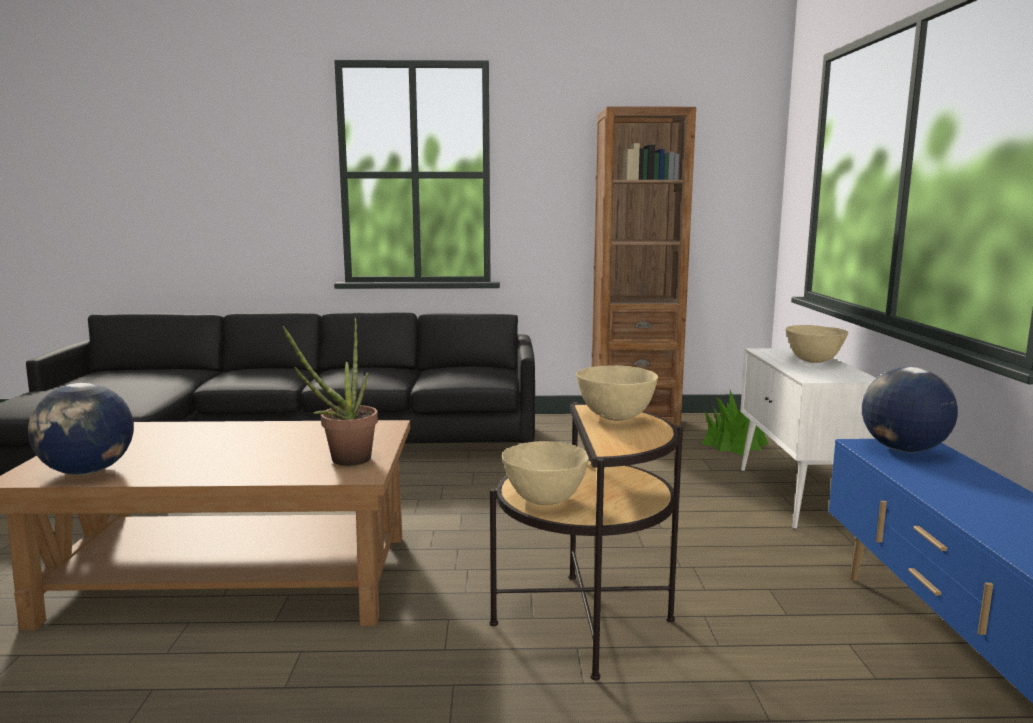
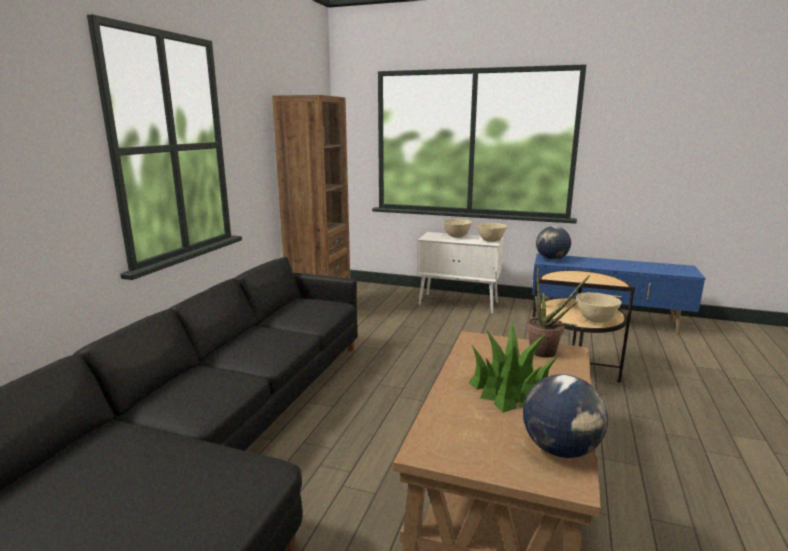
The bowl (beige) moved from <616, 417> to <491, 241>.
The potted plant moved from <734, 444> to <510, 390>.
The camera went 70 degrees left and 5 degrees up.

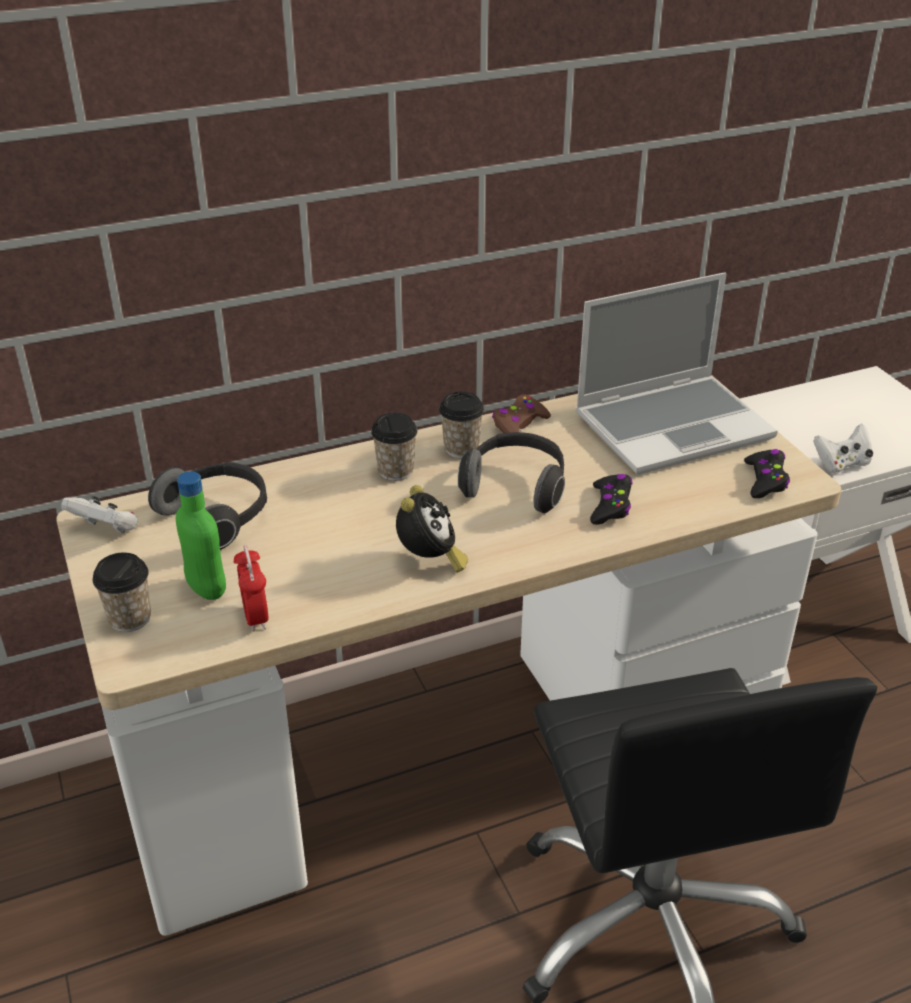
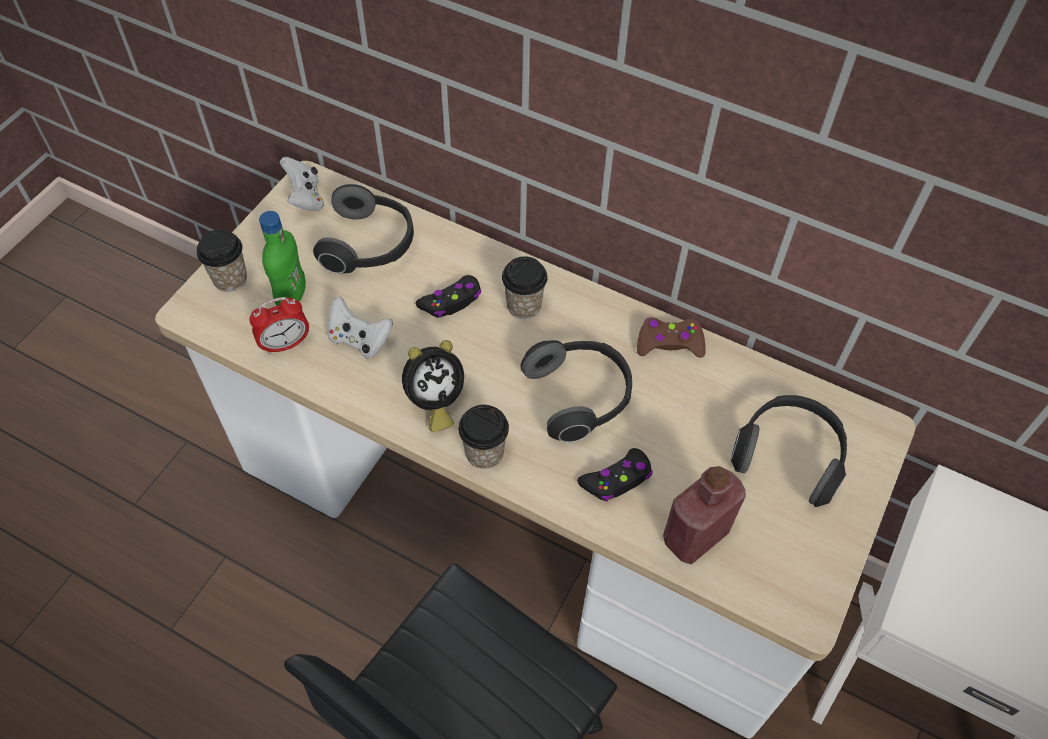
The table clock at <255, 617> turned 150 degrees counterclockwise.
The drinking cup moved from <461, 449> to <484, 453>.
The portable computer at <673, 425> was replaced by the headphones at <788, 456>.
The gamepad (blackish) moved from <765, 480> to <451, 302>.
The gamepad (white-coloured) moved from <841, 464> to <359, 340>.
The bottle (reddish) at <695, 536> appeared.
The camera went 50 degrees right and 20 degrees up.

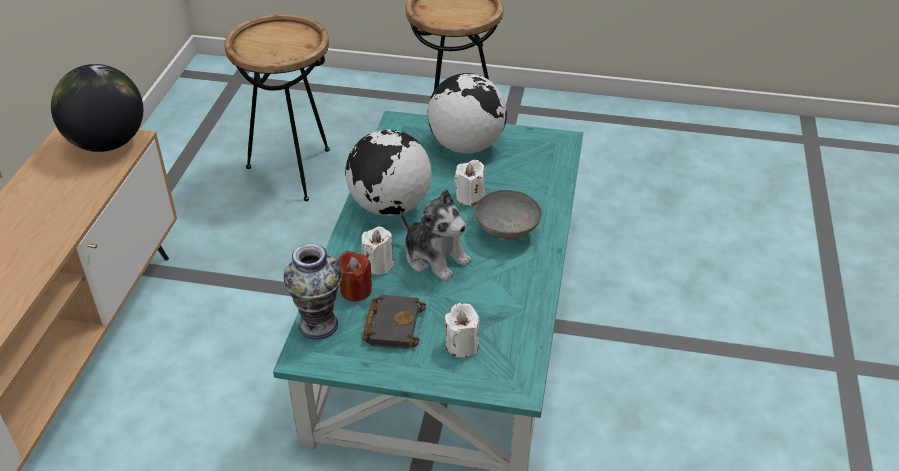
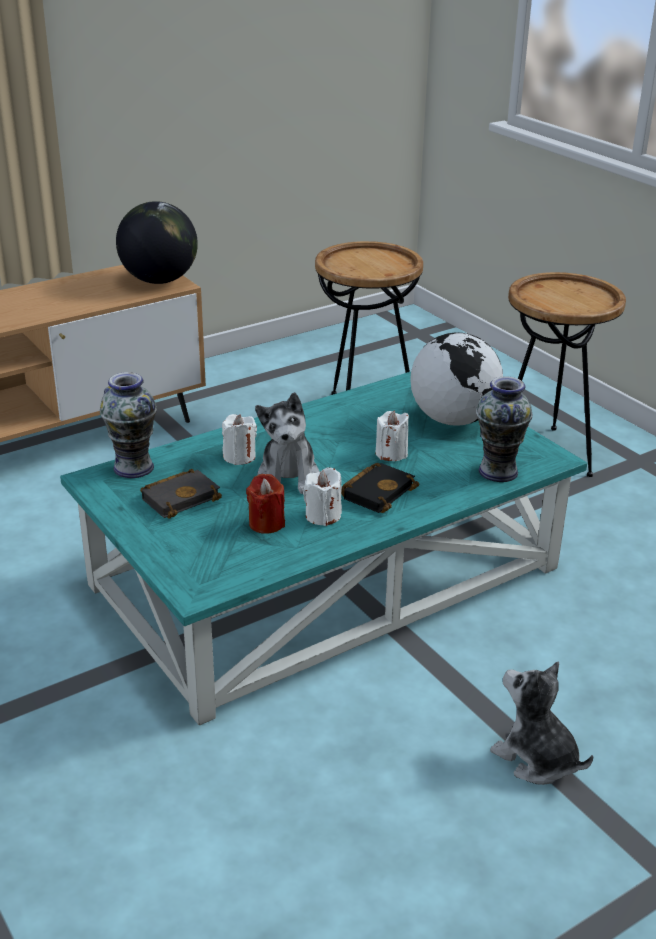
The wax light (reddish) moved from <356, 290> to <266, 523>.
The world globe at <389, 206> disappeared.
The wax light (white-coloured) moved from <462, 345> to <323, 516>.
The bowl (gray) at <505, 231> was replaced by the volume (blackish) at <377, 491>.
The vase at <499, 471> appeared.
The cuddly toy at <536, 759> appeared.
The camera went 45 degrees right and 10 degrees down.

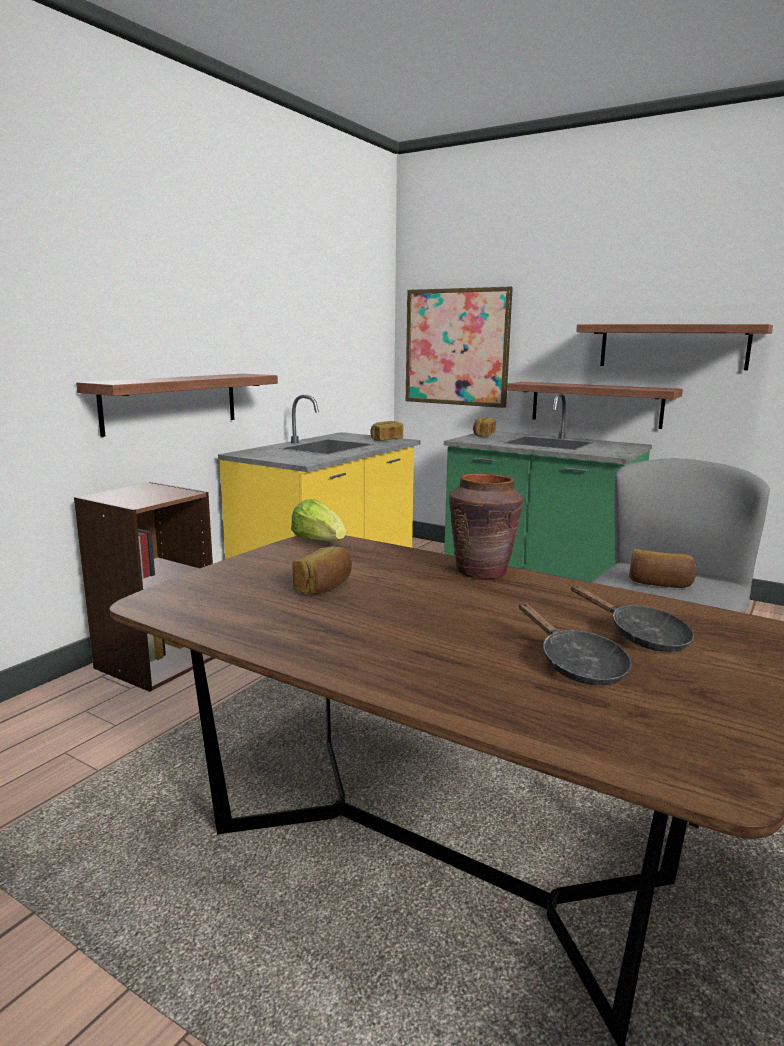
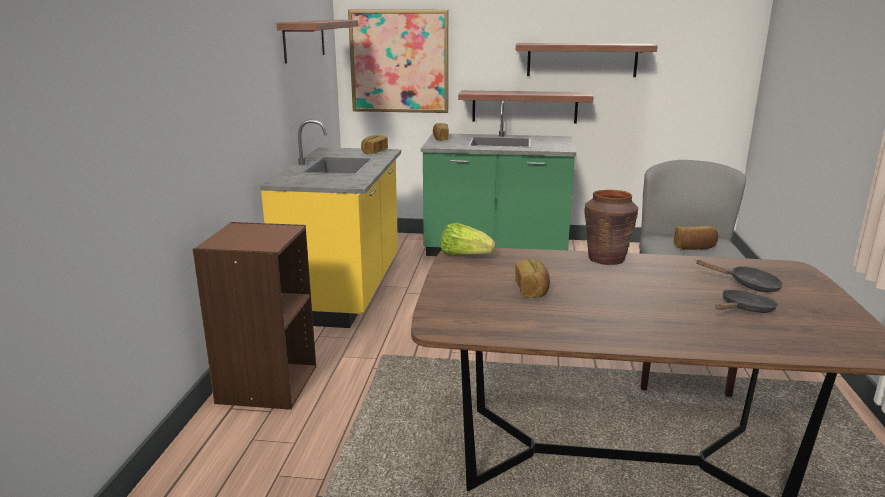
The wall shelf moved from <171, 402> to <304, 40>.
The pan (blackish) at <576, 665> turned 75 degrees counterclockwise.
The camera went 25 degrees left and 5 degrees up.

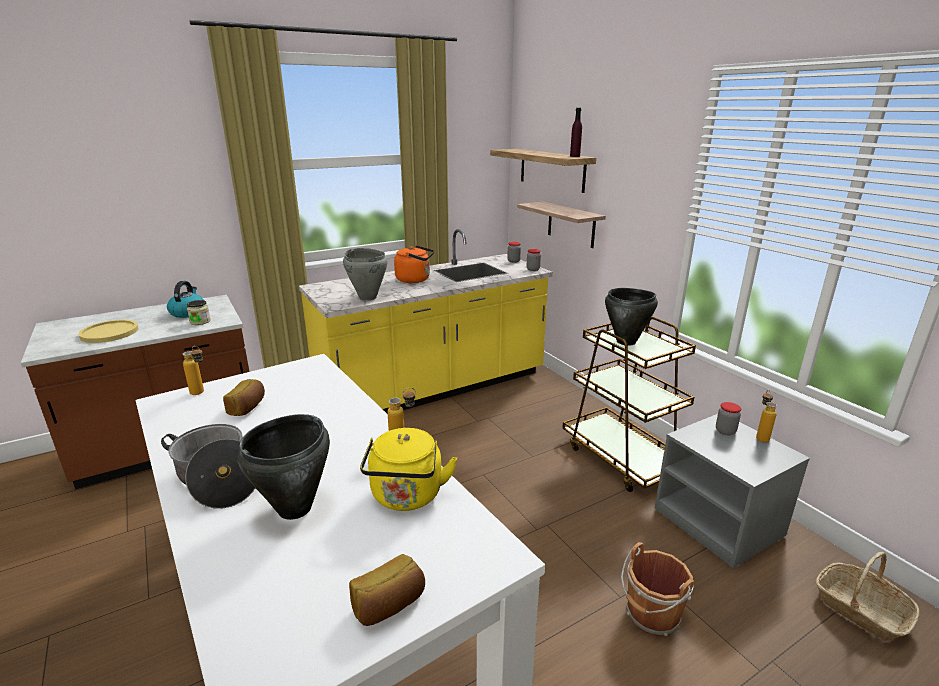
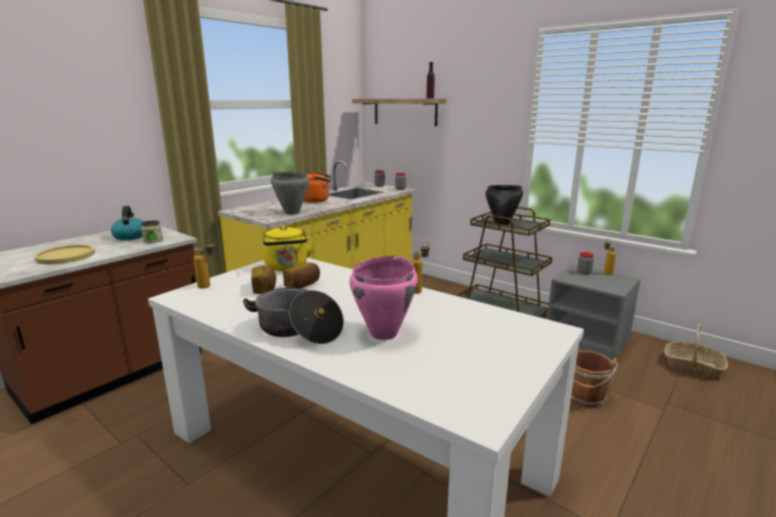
The stockpot (blackish) at <295, 508> became the stockpot (pinkish) at <384, 333>.
The bread moved from <389, 605> to <303, 285>.
The kettle (yellow) moved from <407, 497> to <287, 267>.
The wall shelf at <571, 224> disappeared.
The camera went 20 degrees left and 5 degrees down.

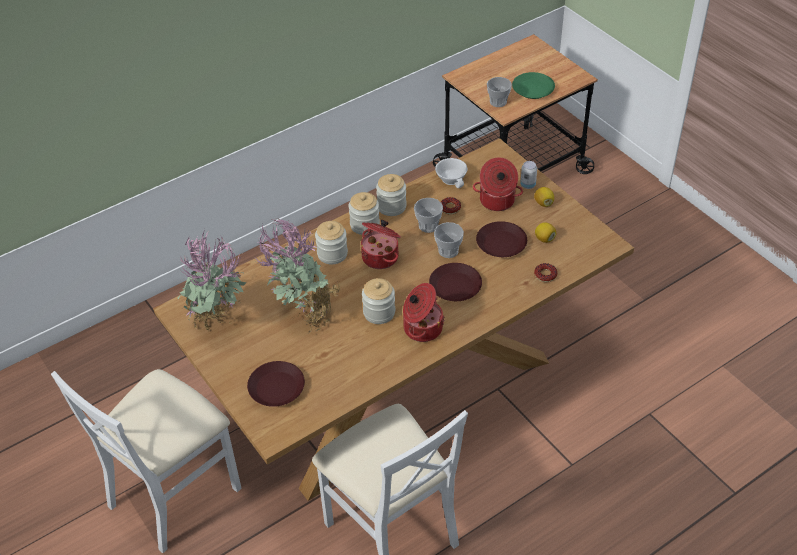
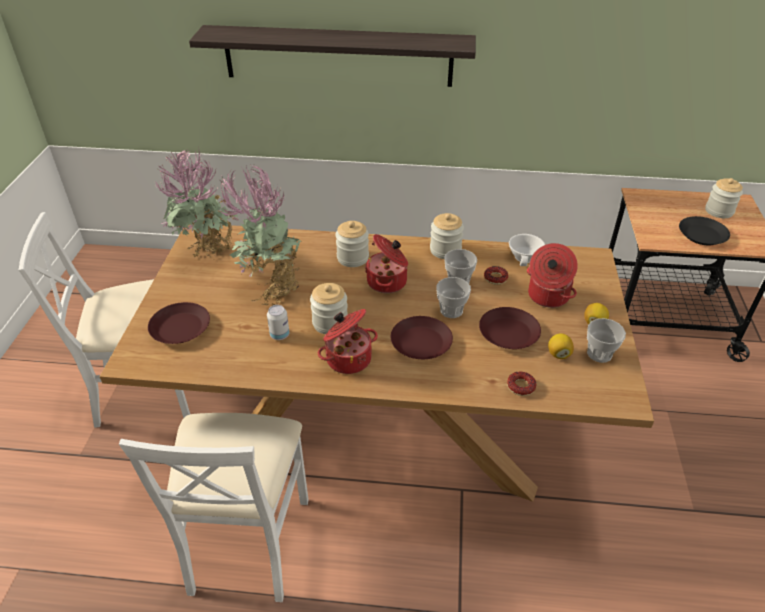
The jar moved from <364, 225> to <719, 211>.
The drinking cup moved from <498, 102> to <599, 353>.
The flat dish (greenish) at <533, 89> became the flat dish (blackish) at <702, 235>.
The metal can moved from <527, 185> to <279, 335>.
The wall shelf at <338, 56> appeared.
The camera went 40 degrees right and 5 degrees down.

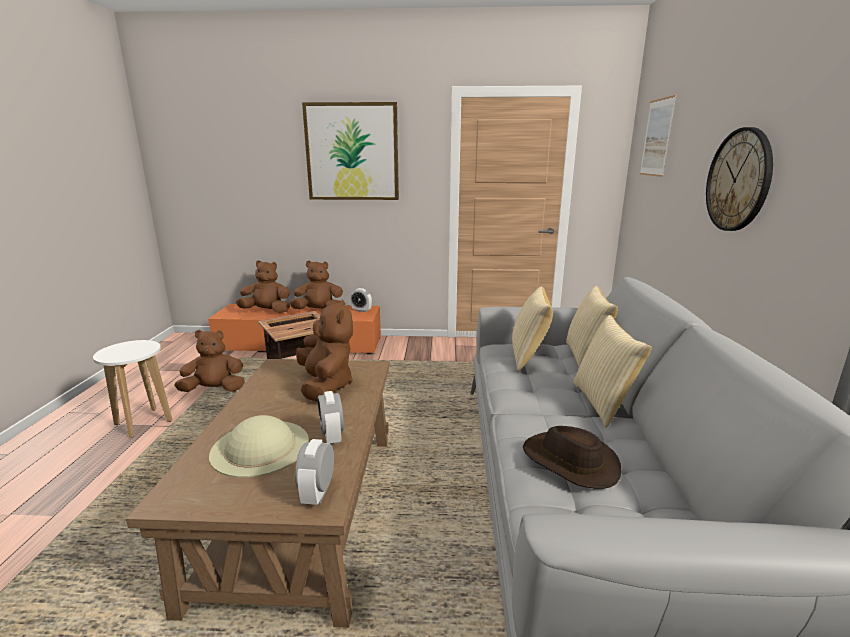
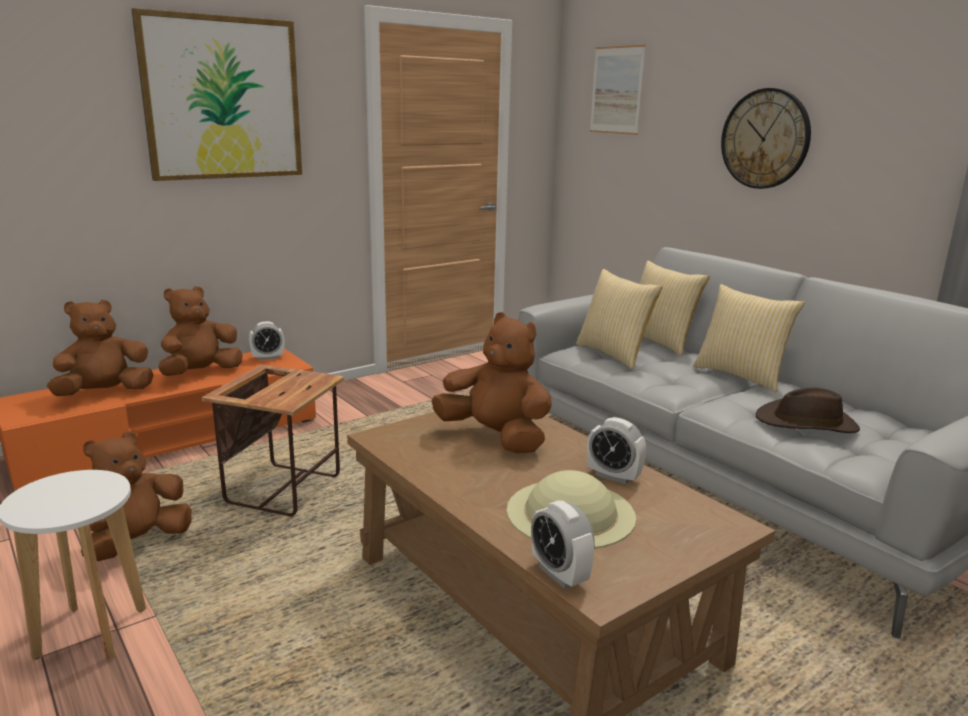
The table clock moved from <317, 493> to <559, 574>.
The camera went 40 degrees left and 0 degrees up.

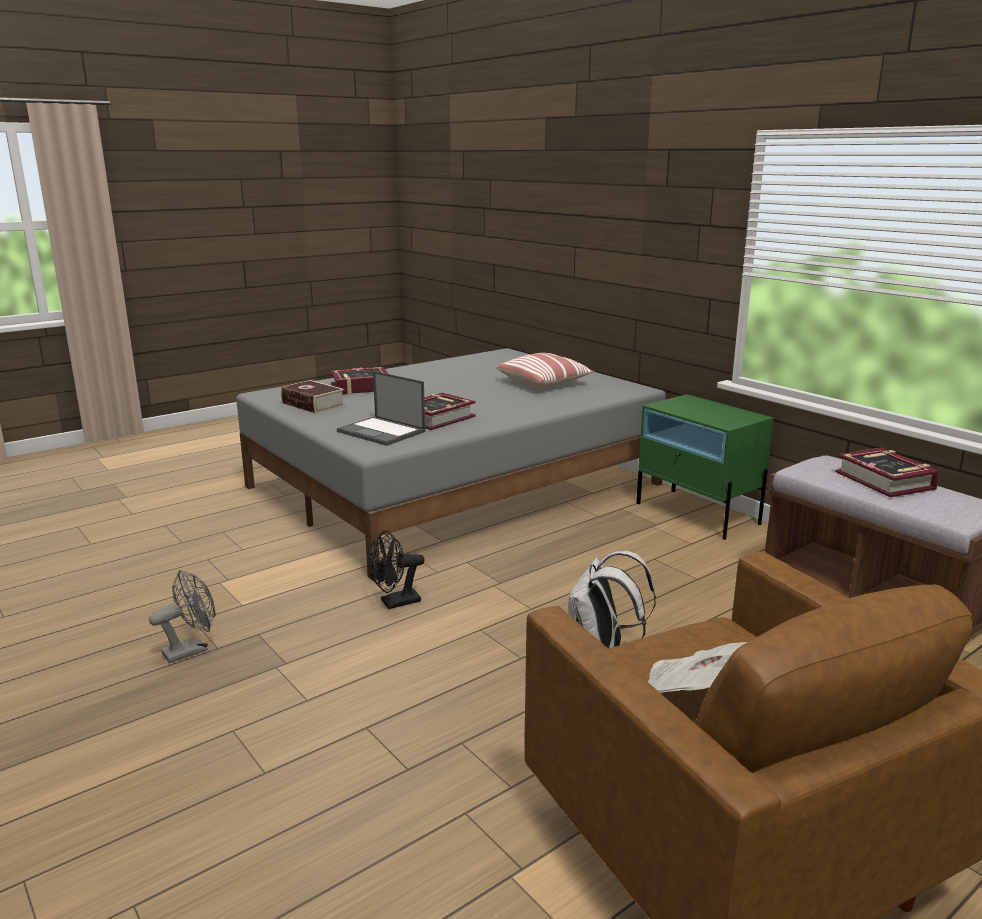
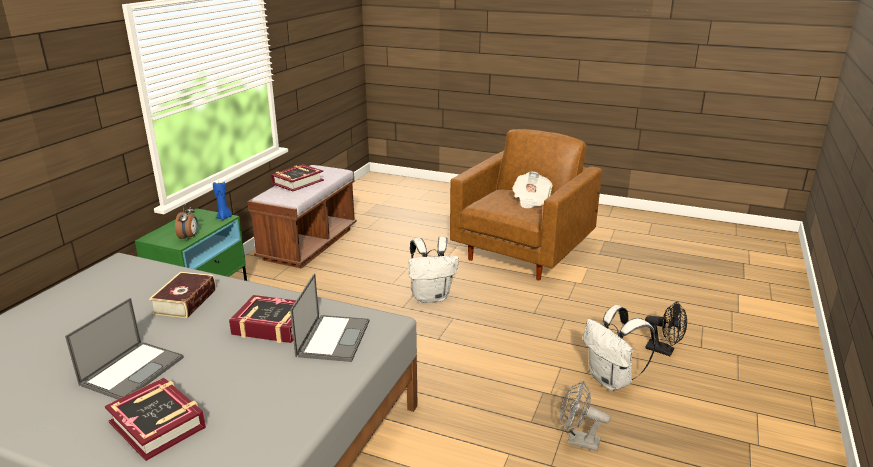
The volume moved from <313, 404> to <185, 301>.
The cooling fan (blackish) moved from <395, 603> to <664, 350>.
The cushion at <544, 383> disappeared.
The portable computer at <133, 370> appeared.
The table clock at <189, 237> appeared.
The wax light (blue) at <224, 217> appeared.
The backpack (white-coloured) at <612, 380> appeared.
The camera went 120 degrees left and 5 degrees up.

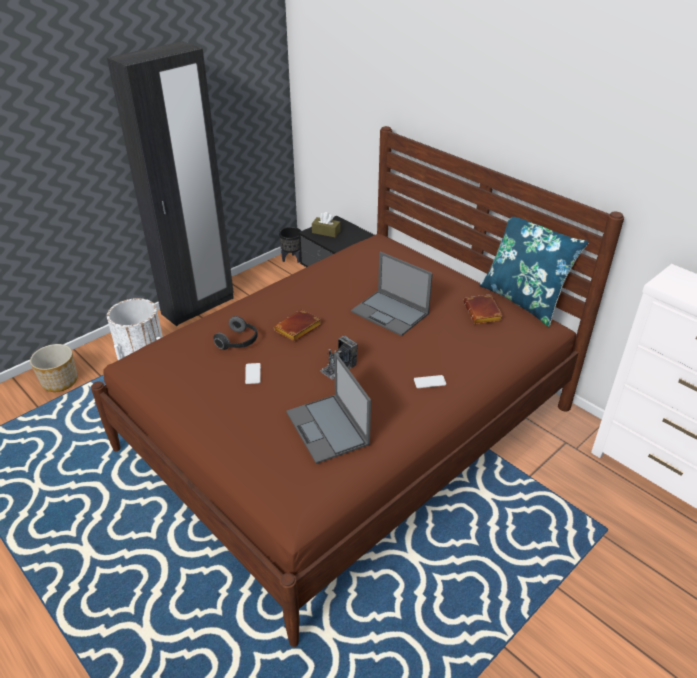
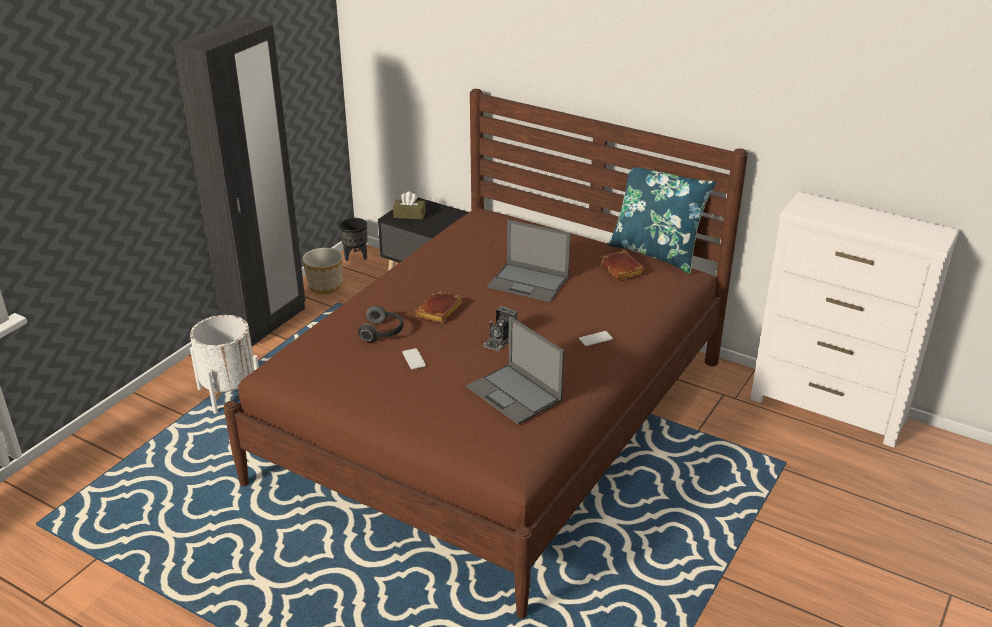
The plant pot moved from <60, 381> to <325, 285>.
The camera went 15 degrees left and 5 degrees down.

